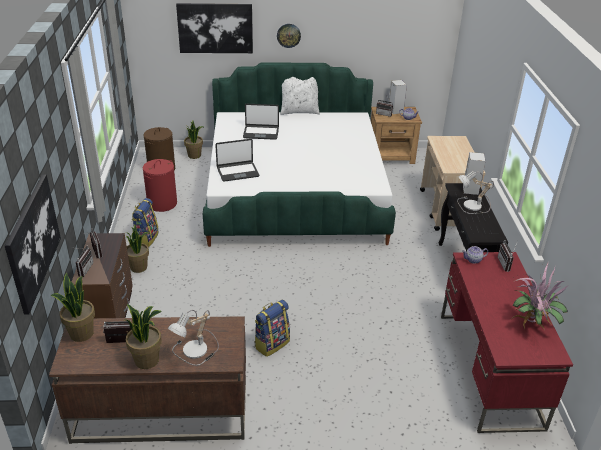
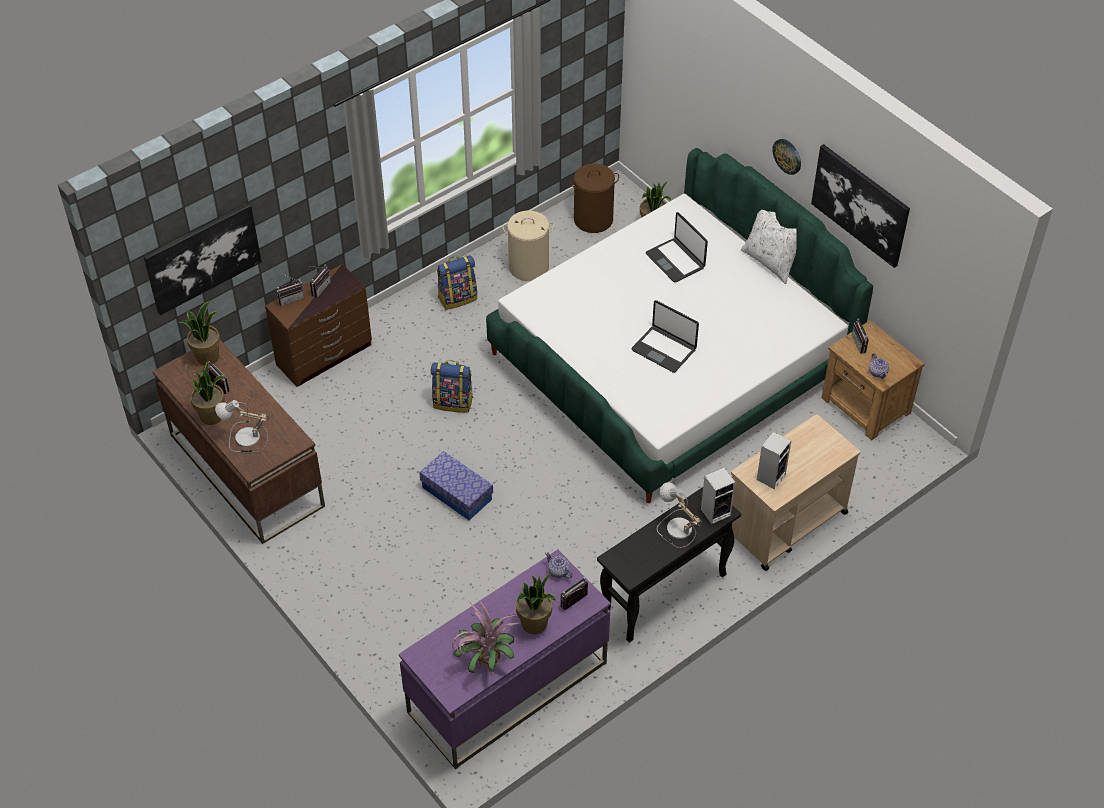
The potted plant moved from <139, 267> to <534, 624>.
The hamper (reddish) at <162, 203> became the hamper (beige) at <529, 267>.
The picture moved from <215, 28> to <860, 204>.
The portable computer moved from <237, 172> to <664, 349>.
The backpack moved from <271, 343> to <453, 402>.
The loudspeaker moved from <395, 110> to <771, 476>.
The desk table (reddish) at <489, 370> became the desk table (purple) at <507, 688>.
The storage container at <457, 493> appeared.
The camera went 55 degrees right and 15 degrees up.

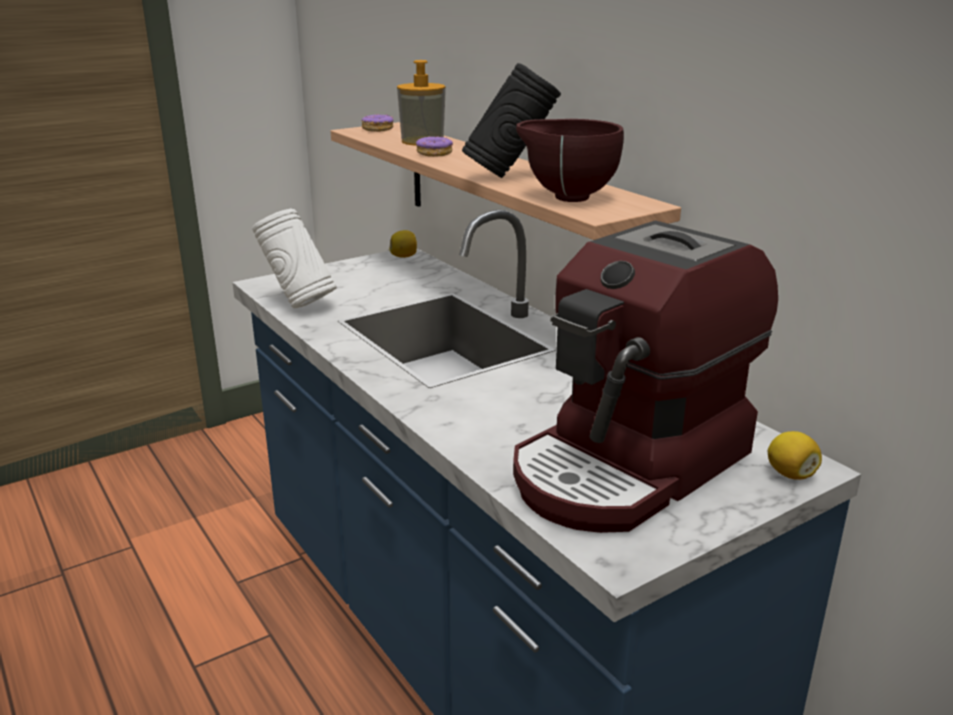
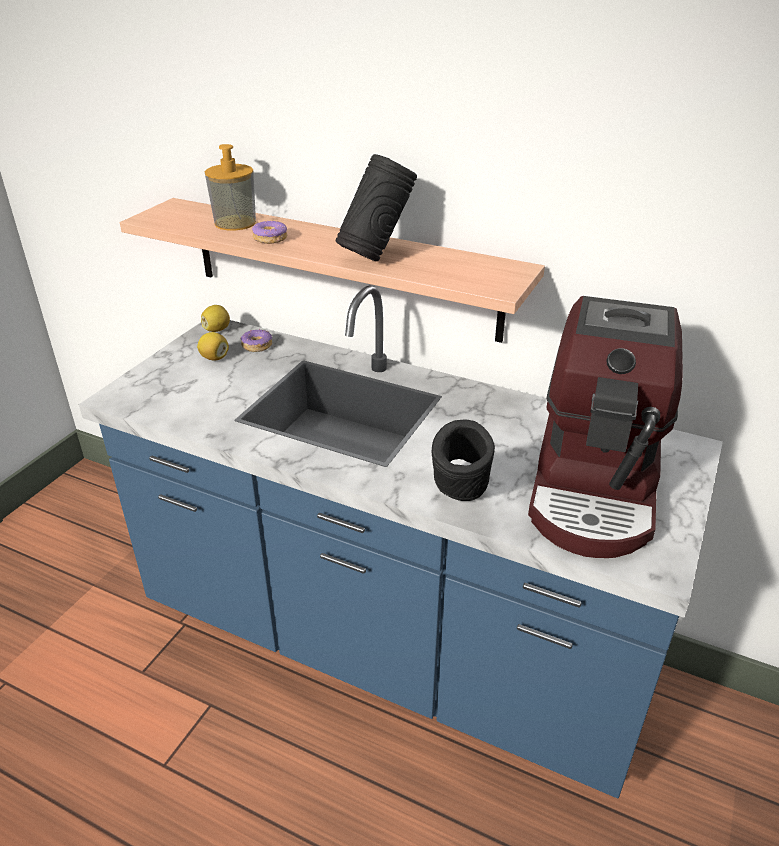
The vase (white-coloured) at <298, 304> disappeared.
The doughnut moved from <377, 129> to <256, 346>.
The bowl (brownish) at <566, 197> disappeared.
The whole lemon moved from <790, 474> to <214, 358>.
The vase (blackish) at <459, 506> appeared.
The camera went 30 degrees left and 10 degrees up.

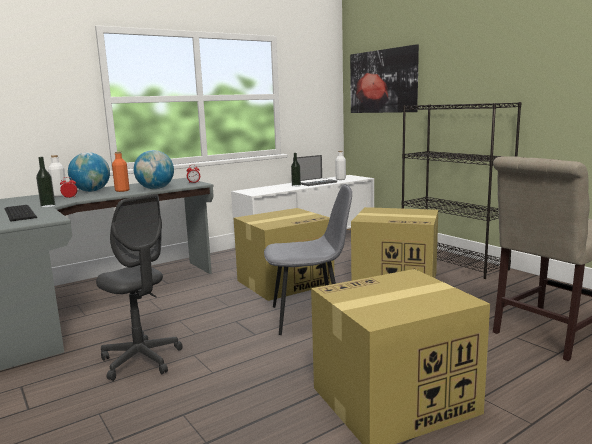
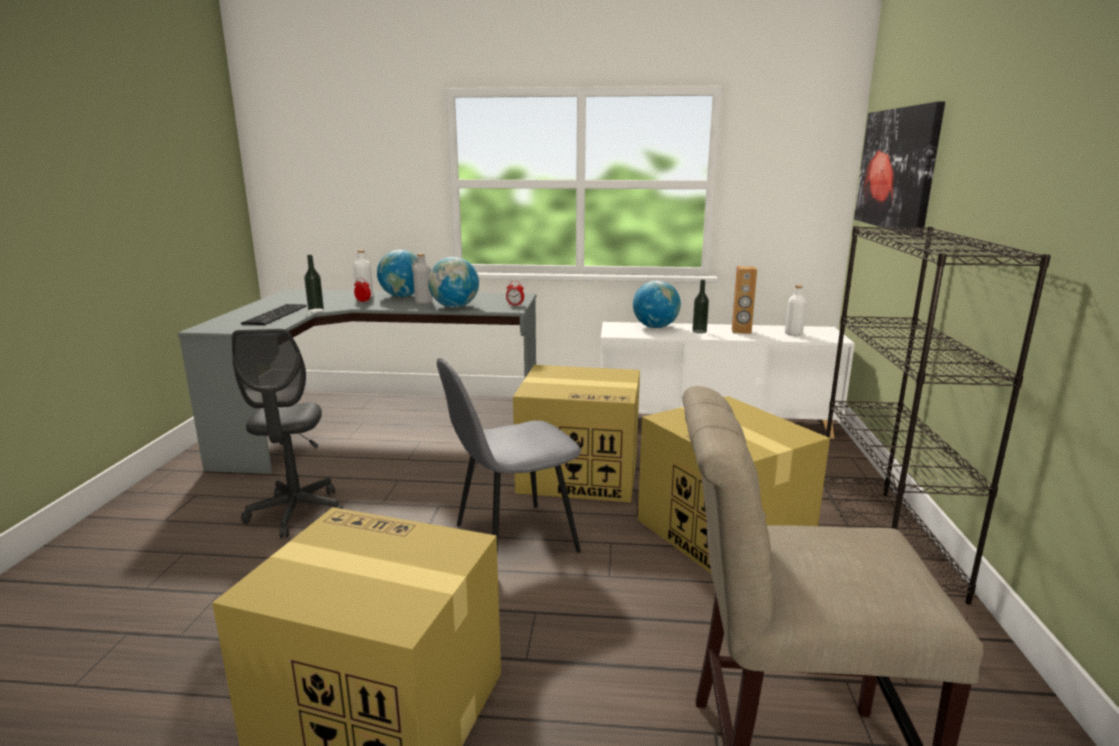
The bottle (orange-coloured) at <122, 190> became the bottle (gray) at <423, 302>.
The chair (gray) at <309, 317> turned 120 degrees clockwise.
The portable computer at <315, 182> was replaced by the loudspeaker (brownish) at <741, 331>.
The world globe at <655, 327> appeared.
The camera went 40 degrees right and 5 degrees up.

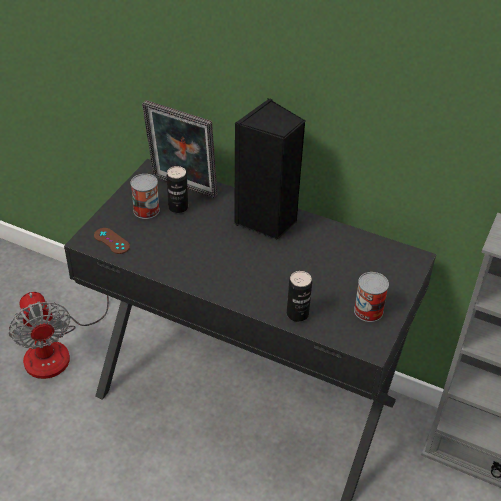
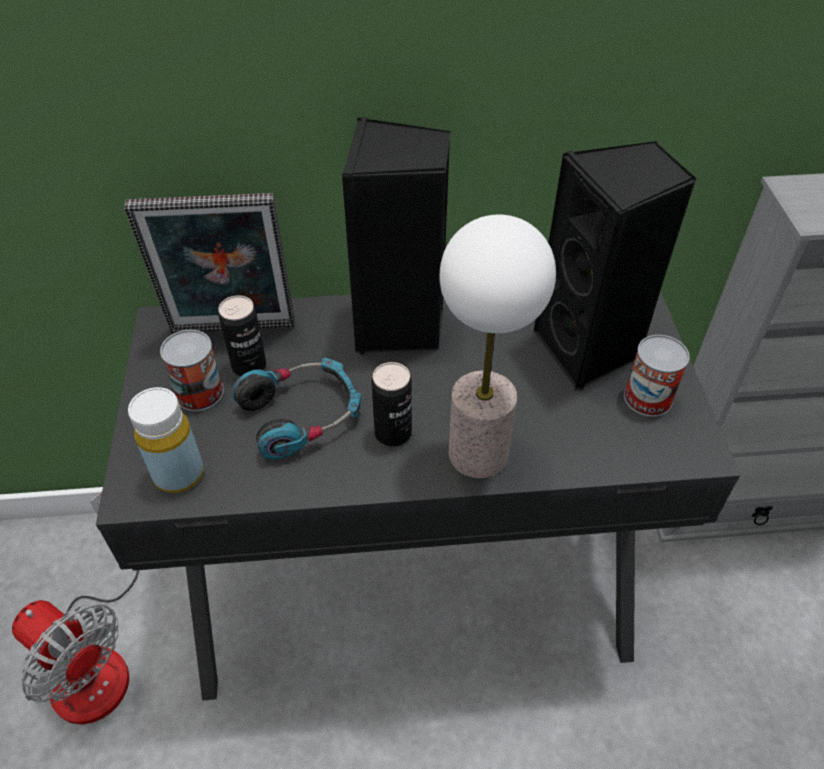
The gamepad (brownish) at <111, 241> was replaced by the bottle (yellow) at <179, 474>.
The metal can moved from <297, 314> to <393, 433>.
The headphones at <301, 415> appeared.
The lamp for a table at <477, 453> appeared.
The loudspeaker (blackish) at <589, 351> appeared.
The camera went 30 degrees left and 5 degrees up.

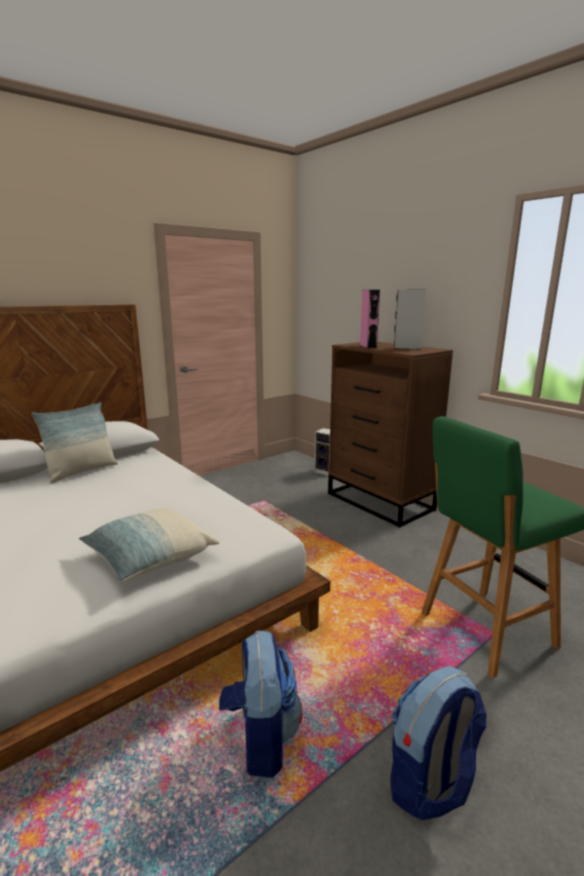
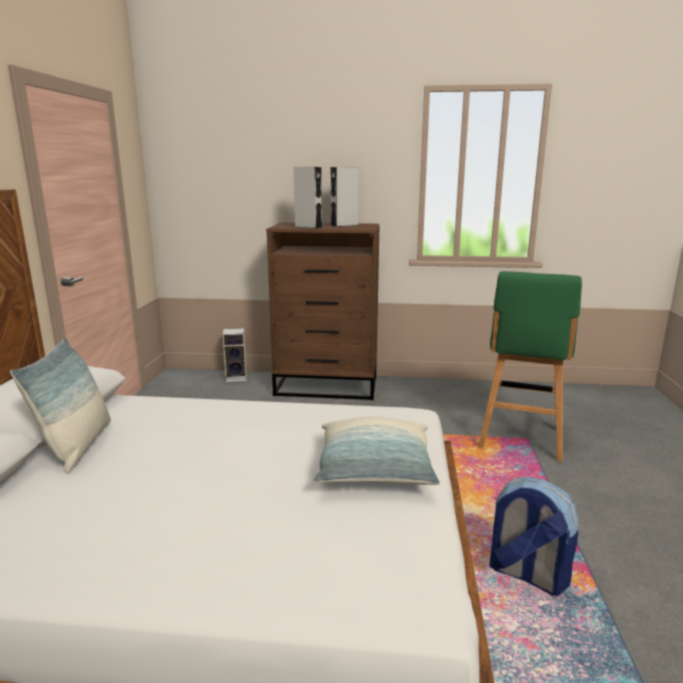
The loudspeaker (pinkish) at <368, 347> became the loudspeaker (gray) at <308, 227>.
The backpack at <430, 783> disappeared.
The camera went 45 degrees left and 0 degrees up.

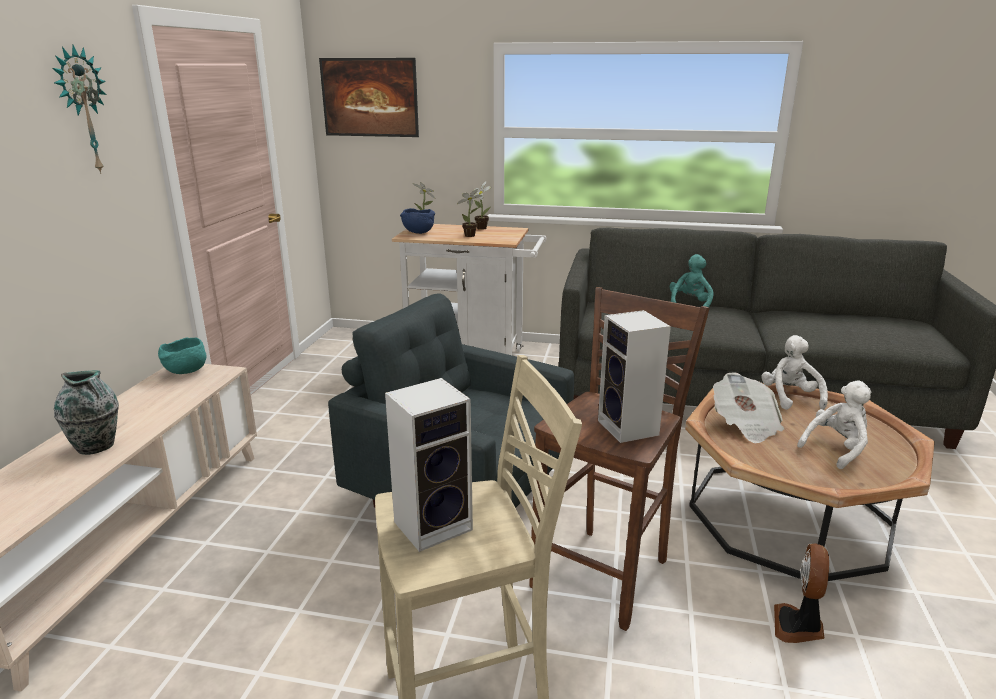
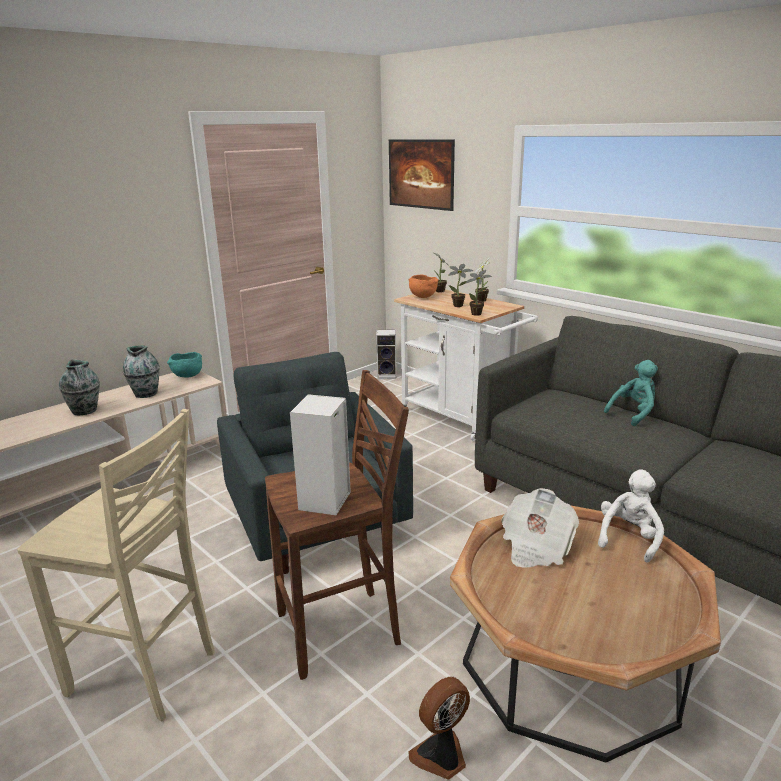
The wall clock at <82, 111> disappeared.
The loudspeaker moved from <435, 524> to <388, 375>.
The bowl (blue) at <418, 233> became the bowl (orange-coloured) at <422, 297>.
The cuddly toy (white-coloured) at <836, 449> disappeared.
The vase at <146, 393> appeared.
The potted plant at <478, 314> appeared.
The camera went 35 degrees right and 0 degrees up.

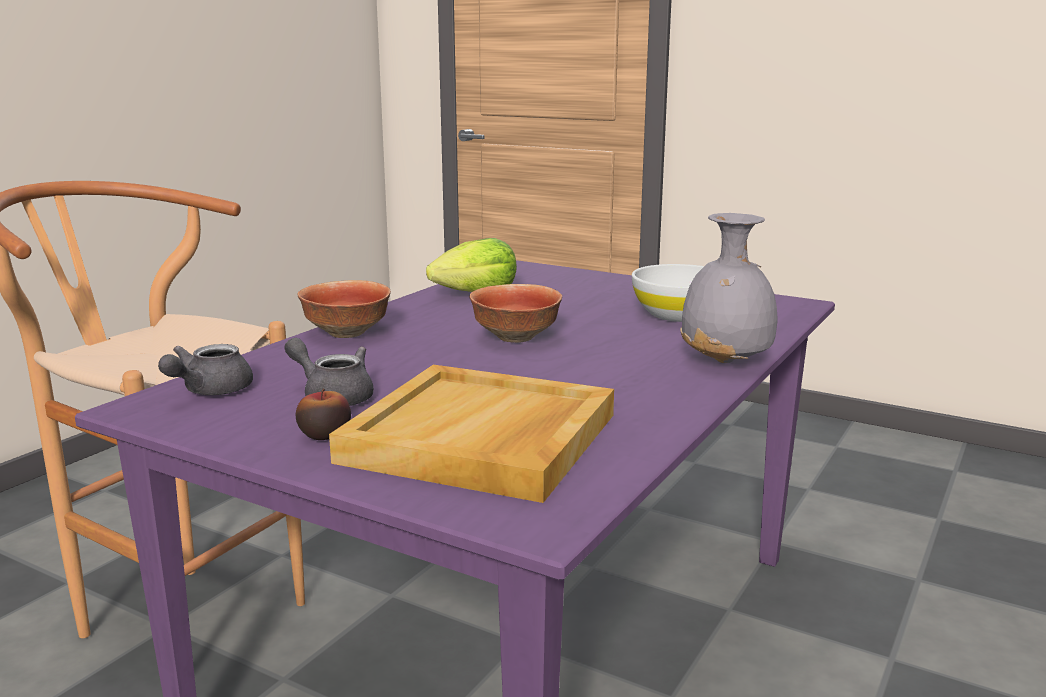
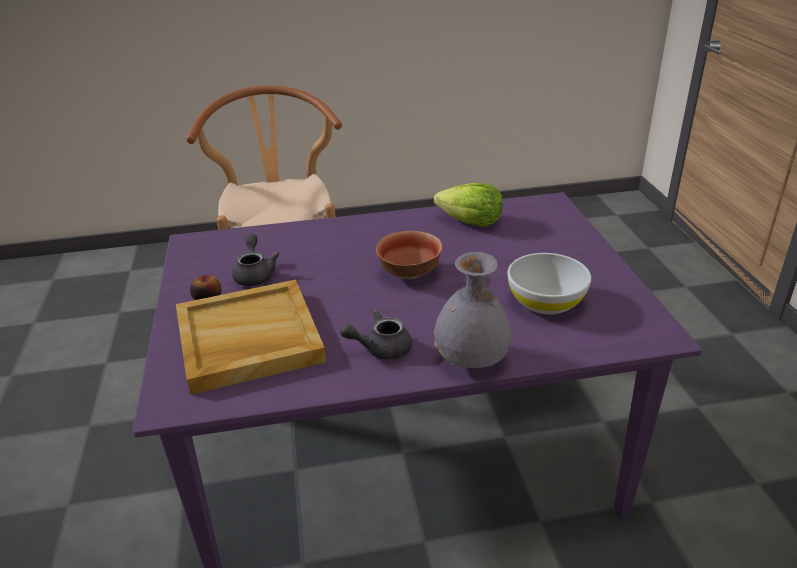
The pot for tea (gray) moved from <209, 391> to <380, 348>.
The bowl at <348, 333> disappeared.
The camera went 50 degrees right and 15 degrees up.

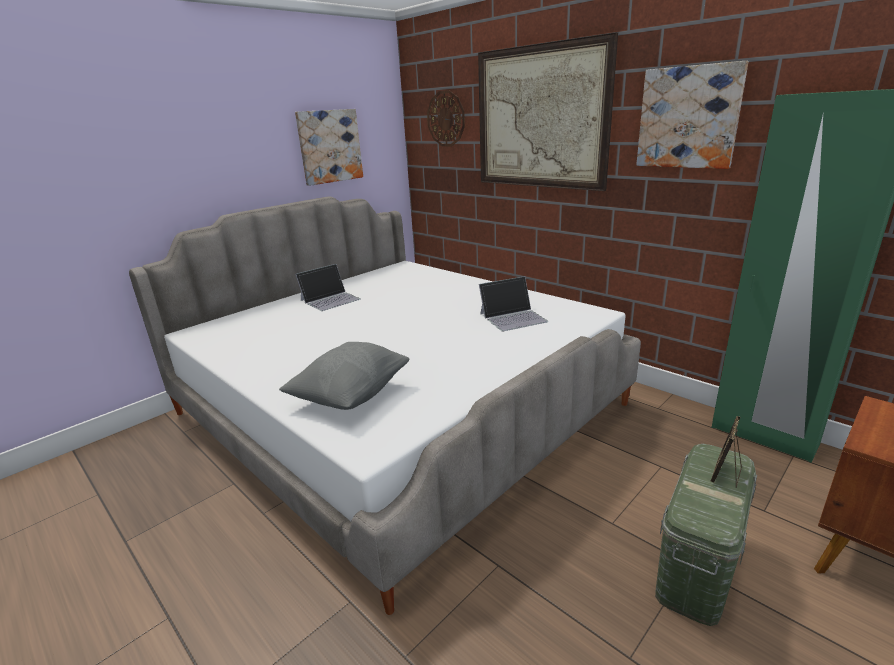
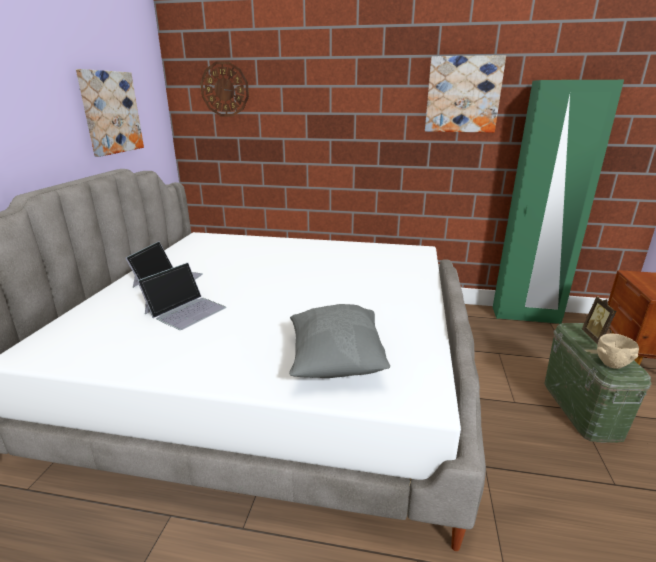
The picture at <540, 118> disappeared.
The portable computer moved from <513, 317> to <186, 310>.
The bowl (beige) at <611, 365> appeared.
The camera went 35 degrees left and 0 degrees up.

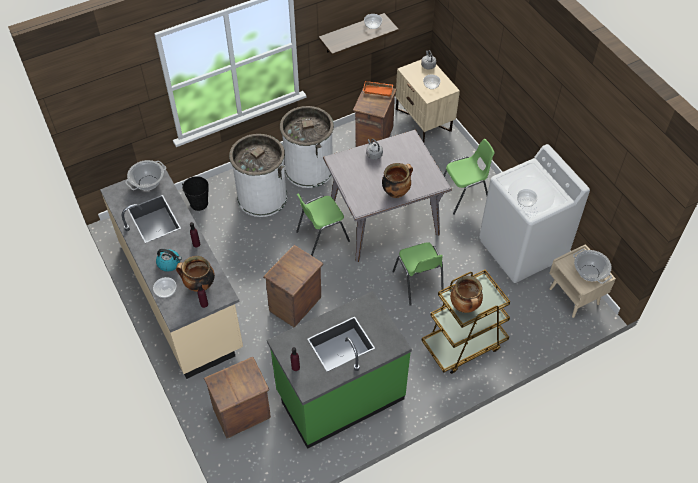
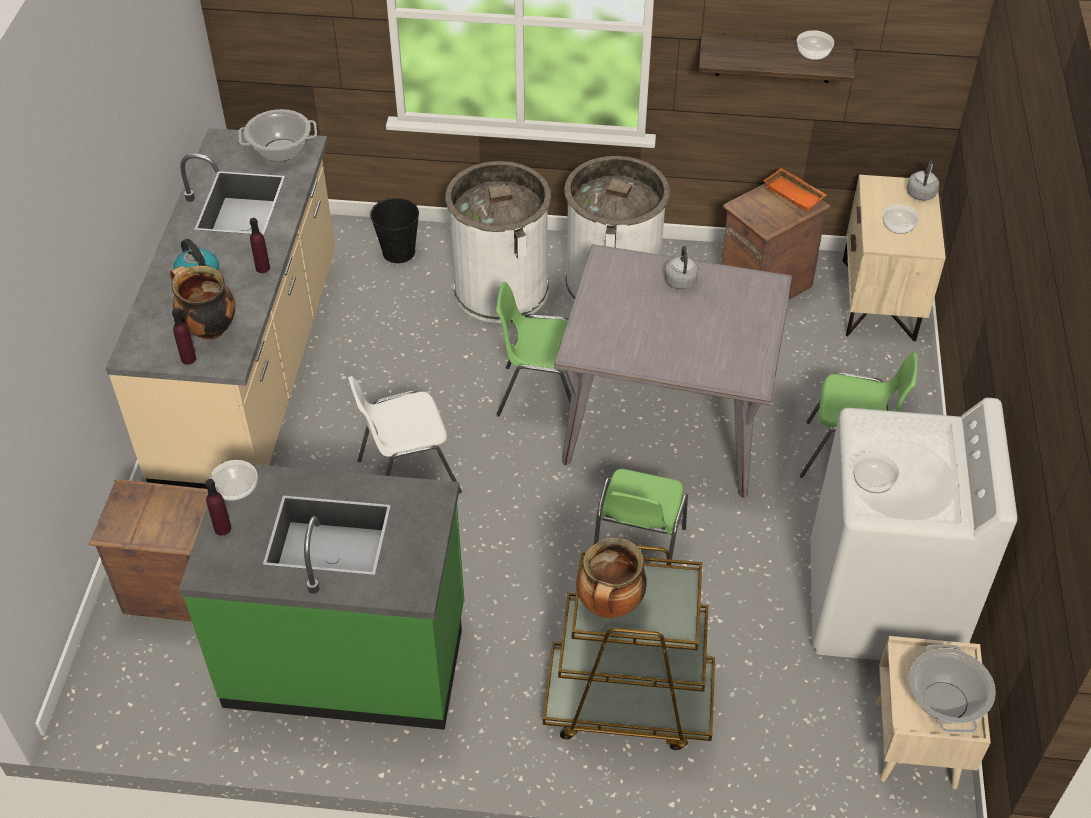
The bowl moved from <166, 291> to <236, 488>.
The crate at <296, 304> was replaced by the chair (white-coloured) at <407, 475>.
The stockpot at <396, 191> disappeared.
The camera went 35 degrees right and 5 degrees down.

